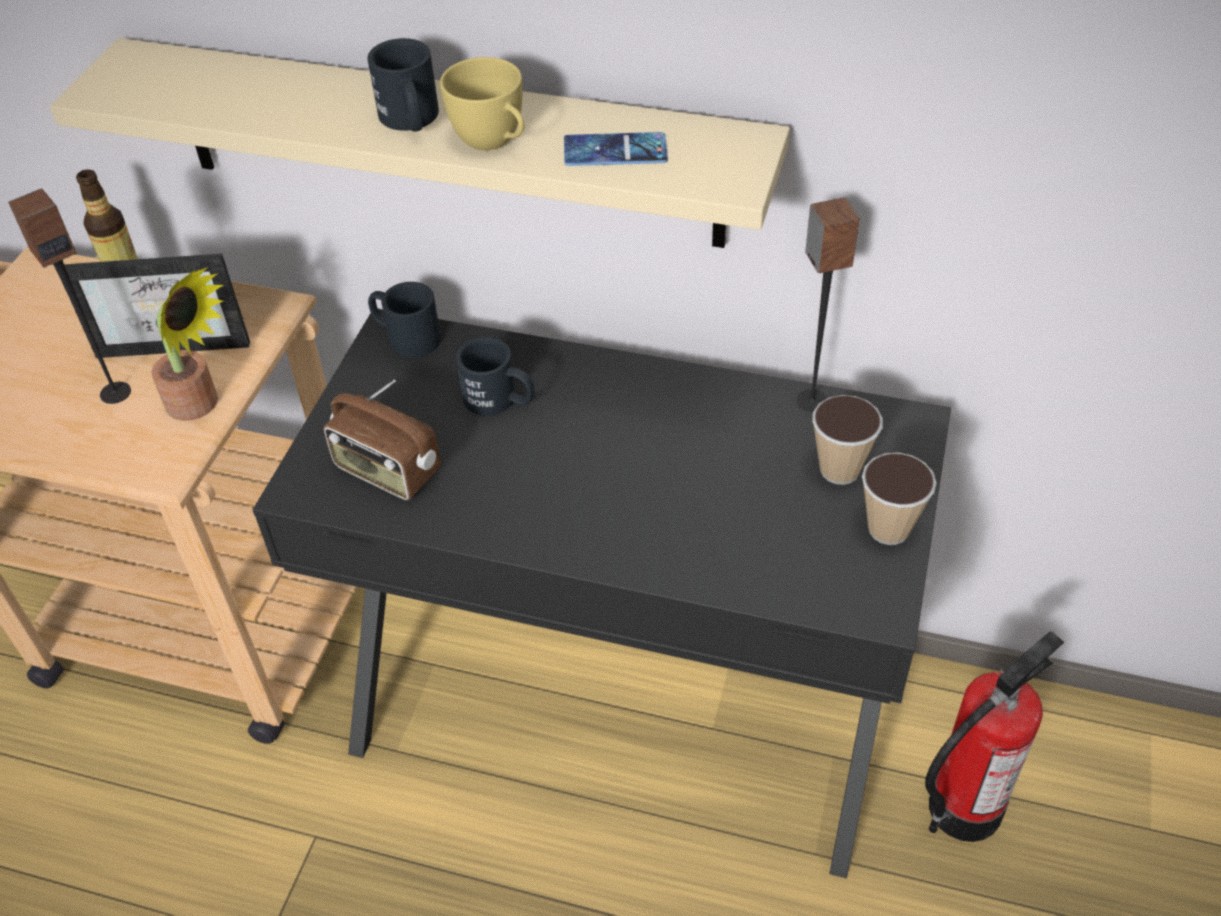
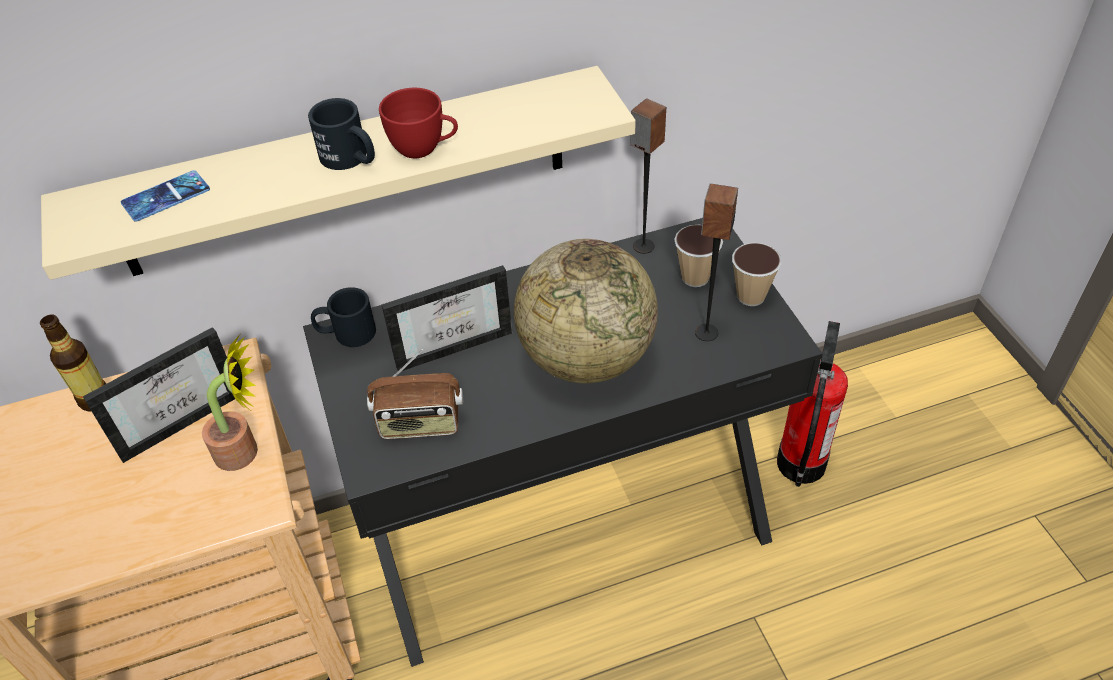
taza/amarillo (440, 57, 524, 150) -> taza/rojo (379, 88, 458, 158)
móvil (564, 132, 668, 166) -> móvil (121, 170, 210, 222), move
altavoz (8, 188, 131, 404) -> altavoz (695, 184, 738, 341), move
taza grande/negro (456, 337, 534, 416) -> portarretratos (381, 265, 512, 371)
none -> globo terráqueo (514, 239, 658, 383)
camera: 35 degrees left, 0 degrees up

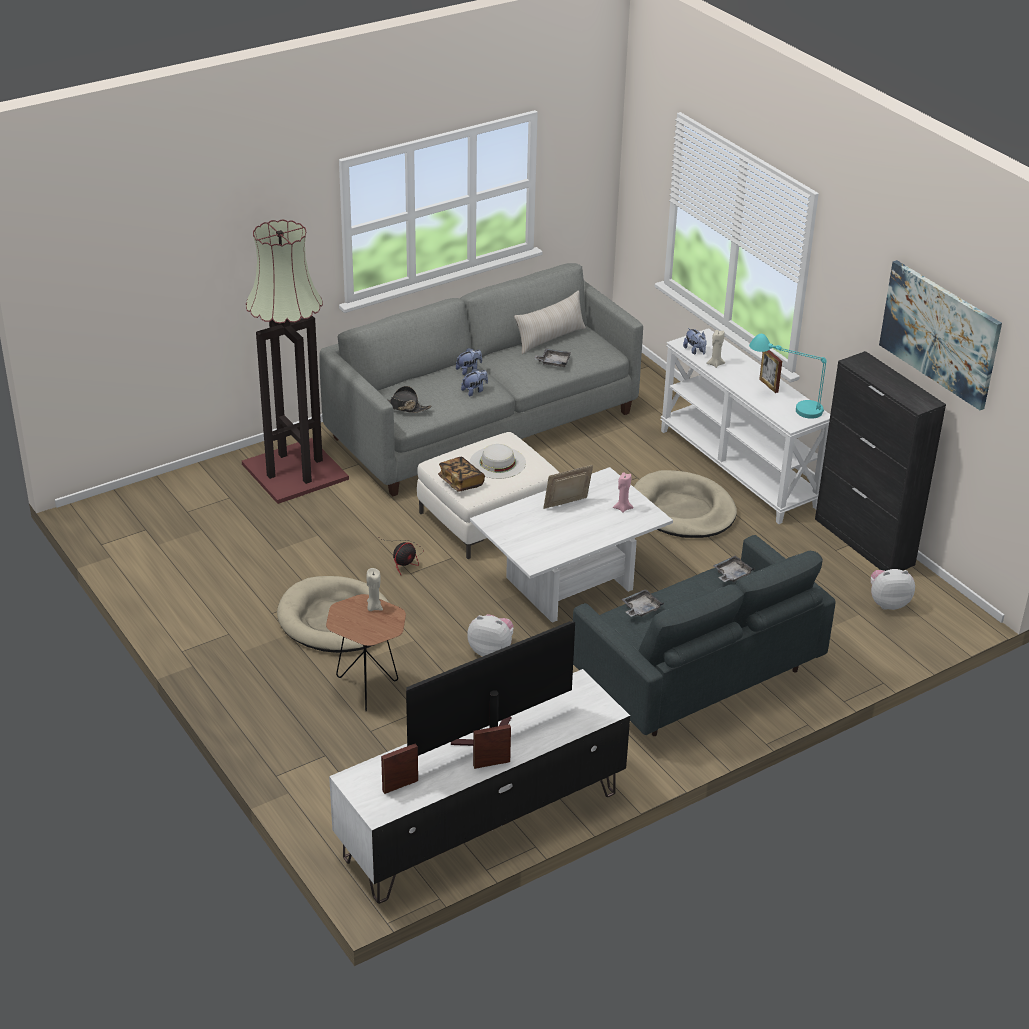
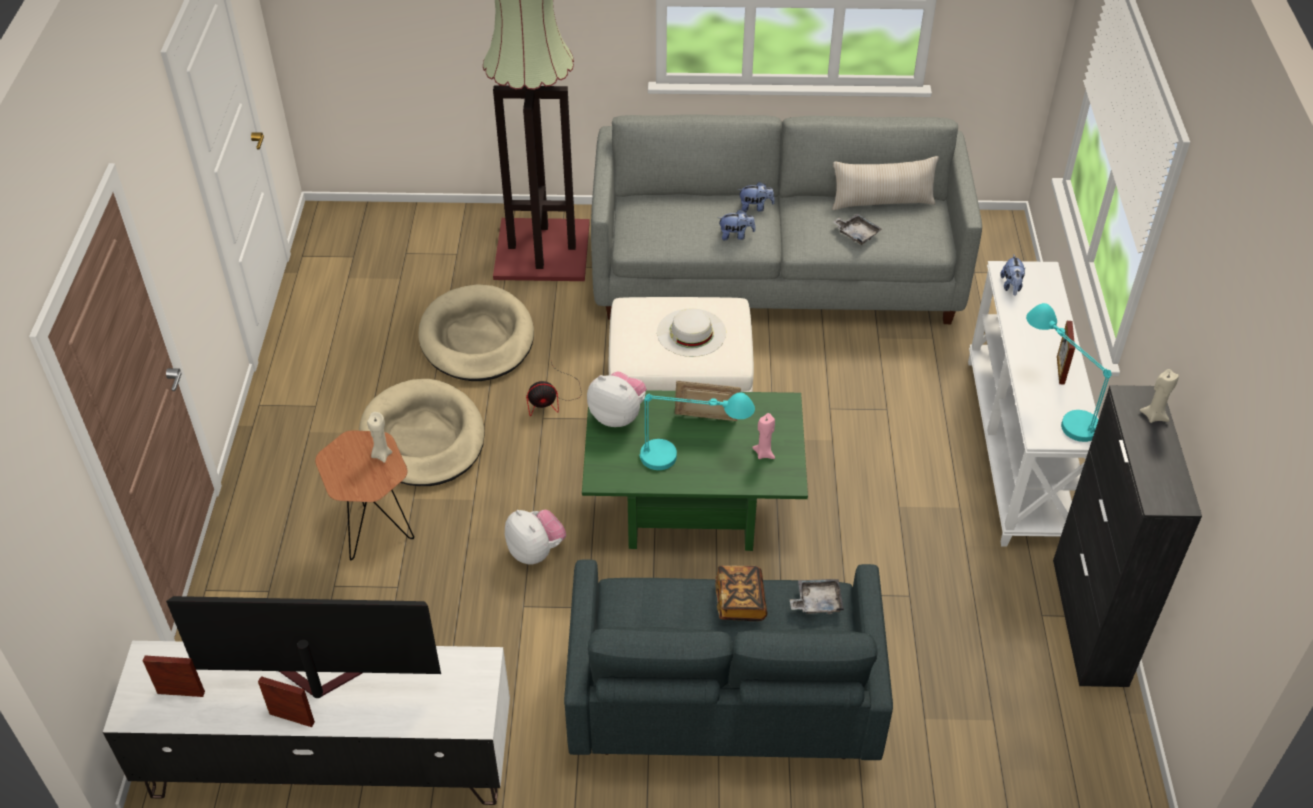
cuadro (879, 260, 1002, 410) -> none
vela/beis (706, 330, 725, 368) -> vela/beis (1140, 369, 1179, 423), move
sombrero/negro (388, 386, 431, 413) -> none
libro (438, 457, 485, 492) -> libro (715, 565, 767, 621), move
mesa de centro/blanco (470, 467, 673, 623) -> mesa de centro/verde (582, 390, 808, 551)
cama para perro/beis (634, 470, 737, 538) -> cama para perro/beis (418, 284, 534, 381), move
peluche (871, 569, 915, 610) -> peluche (587, 371, 647, 427), move
bandeja/gris (621, 589, 664, 617) -> none
none -> lámpara de mesa/turquesa (639, 392, 755, 470)
camera: 35 degrees right, 10 degrees up

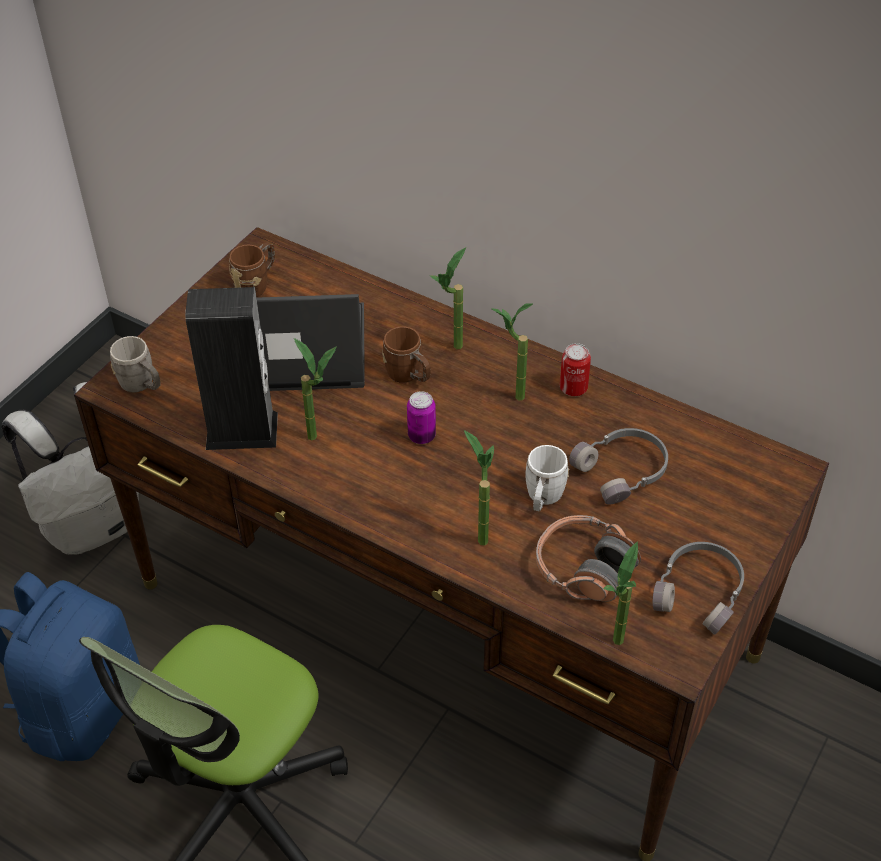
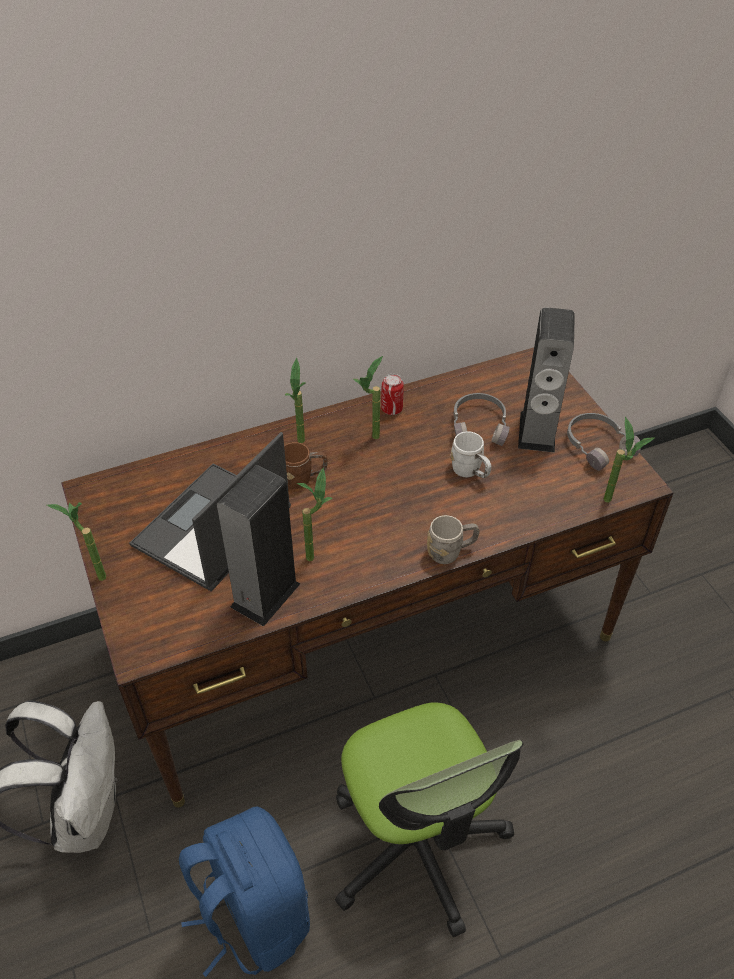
taza grande/marrón (229, 242, 275, 297) -> none
taza grande/gris (110, 336, 161, 393) -> taza grande/gris (427, 515, 479, 564), move
lata (407, 391, 436, 444) -> none
planta en maceta (464, 430, 494, 546) -> planta en maceta (47, 502, 106, 581), move
auriculares (536, 515, 641, 602) -> none
none -> altavoz (518, 308, 575, 453)
camera: 55 degrees left, 0 degrees up

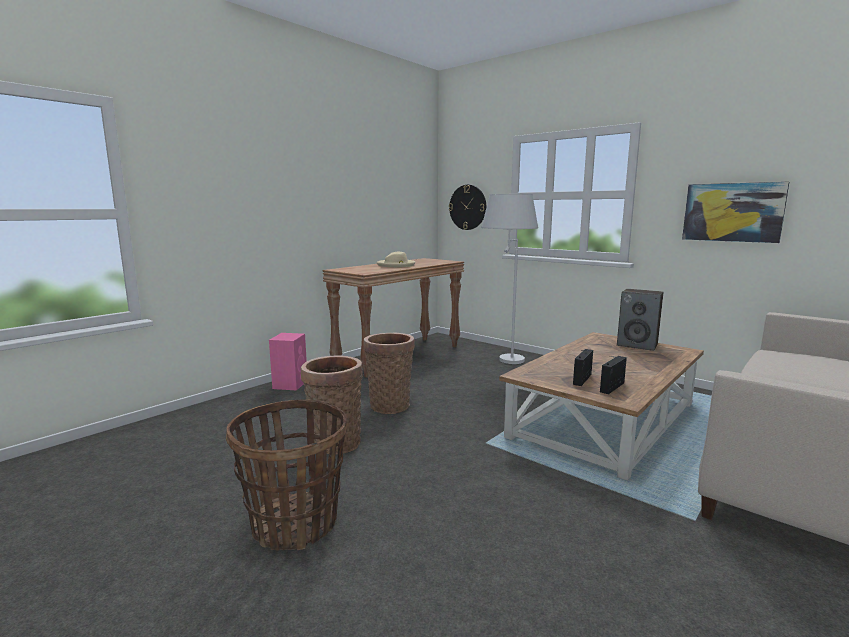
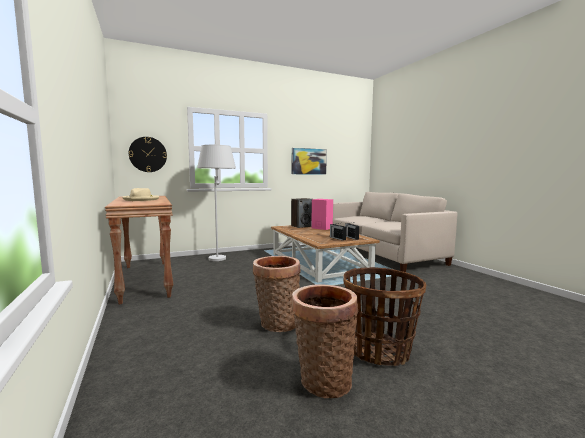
altavoz/rosa (269, 333, 307, 390) -> altavoz/rosa (311, 199, 333, 230), move
cesta (364, 333, 415, 414) -> cesta (292, 284, 358, 399), move
camera: 65 degrees left, 5 degrees down

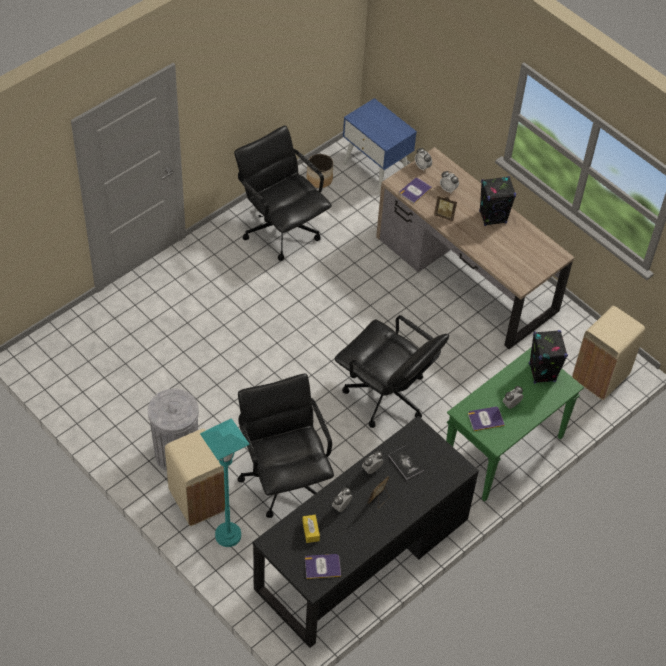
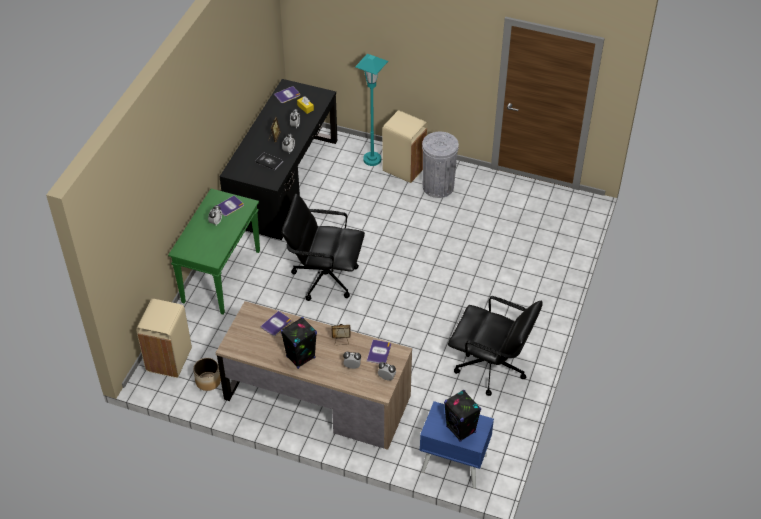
maceta (307, 154, 333, 188) -> maceta (193, 358, 221, 391), move
altavoz/negro (529, 330, 568, 384) -> altavoz/negro (444, 390, 481, 442), move
silla de oficina/negro (237, 373, 334, 518) -> none
none -> libro (260, 311, 291, 336)
camera: 155 degrees right, 5 degrees down

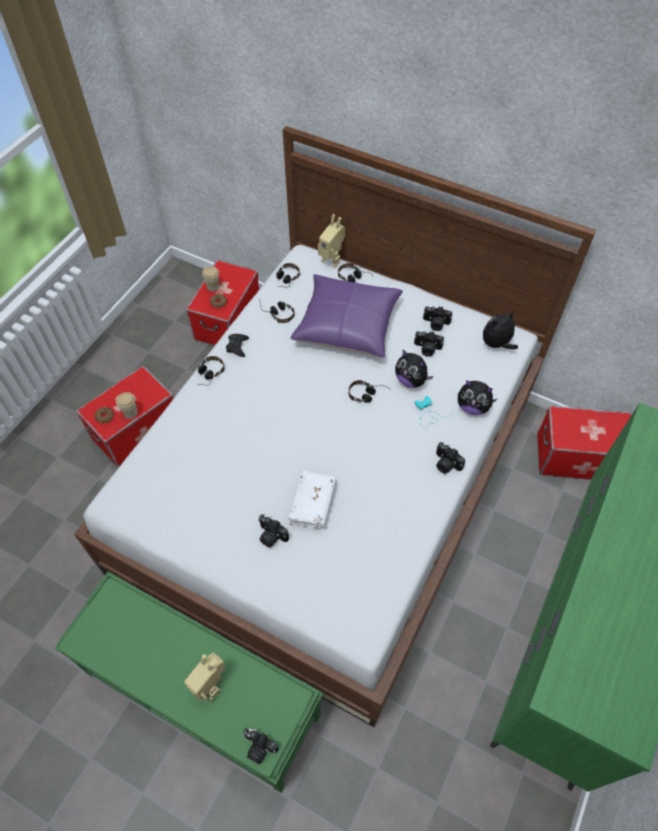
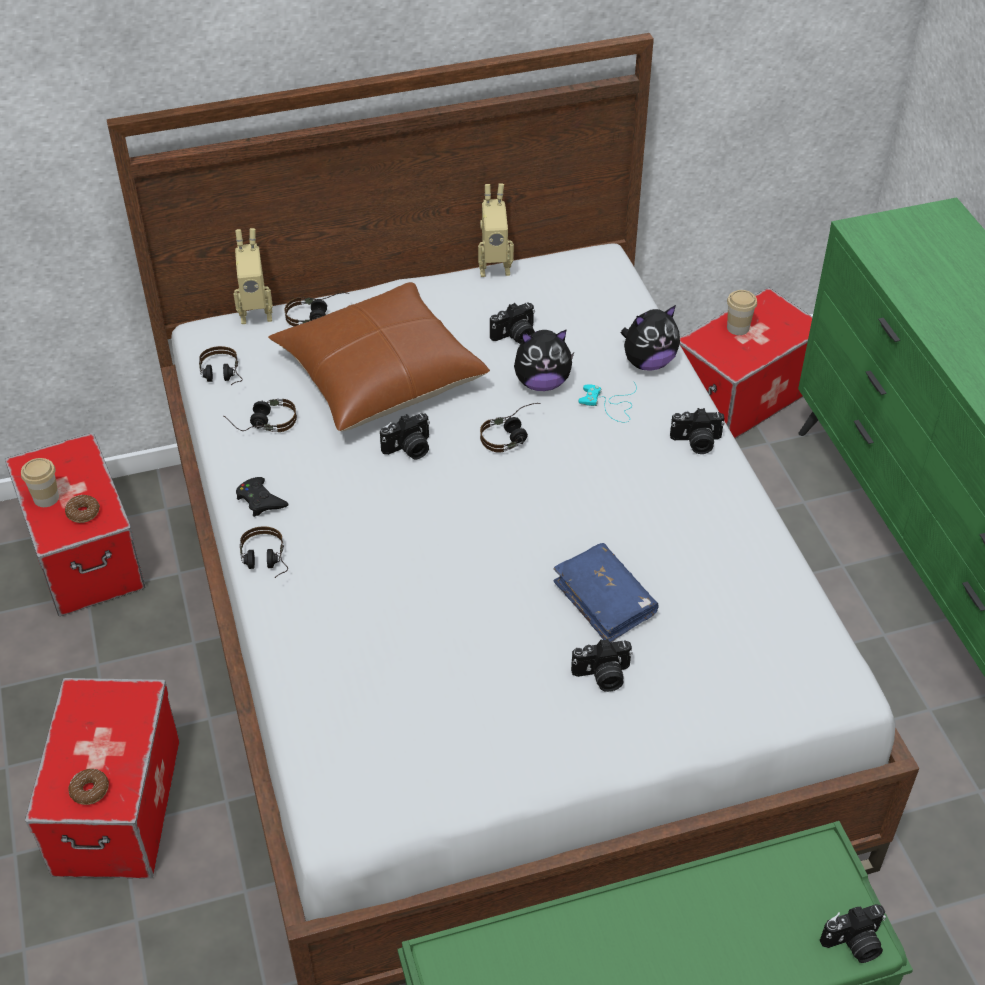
cojín/morado (290, 274, 403, 358) -> cojín/marrón (268, 282, 490, 431)
cámara (423, 306, 453, 331) -> cámara (380, 413, 430, 459), move
peluche (483, 311, 518, 349) -> none
taza (116, 392, 138, 419) -> taza (727, 290, 757, 335), move
libro/blanco (289, 471, 337, 529) -> libro/azul (554, 543, 659, 642)
robot de juguete (184, 652, 226, 702) -> robot de juguete (478, 183, 514, 277), move
camera: 45 degrees left, 10 degrees down

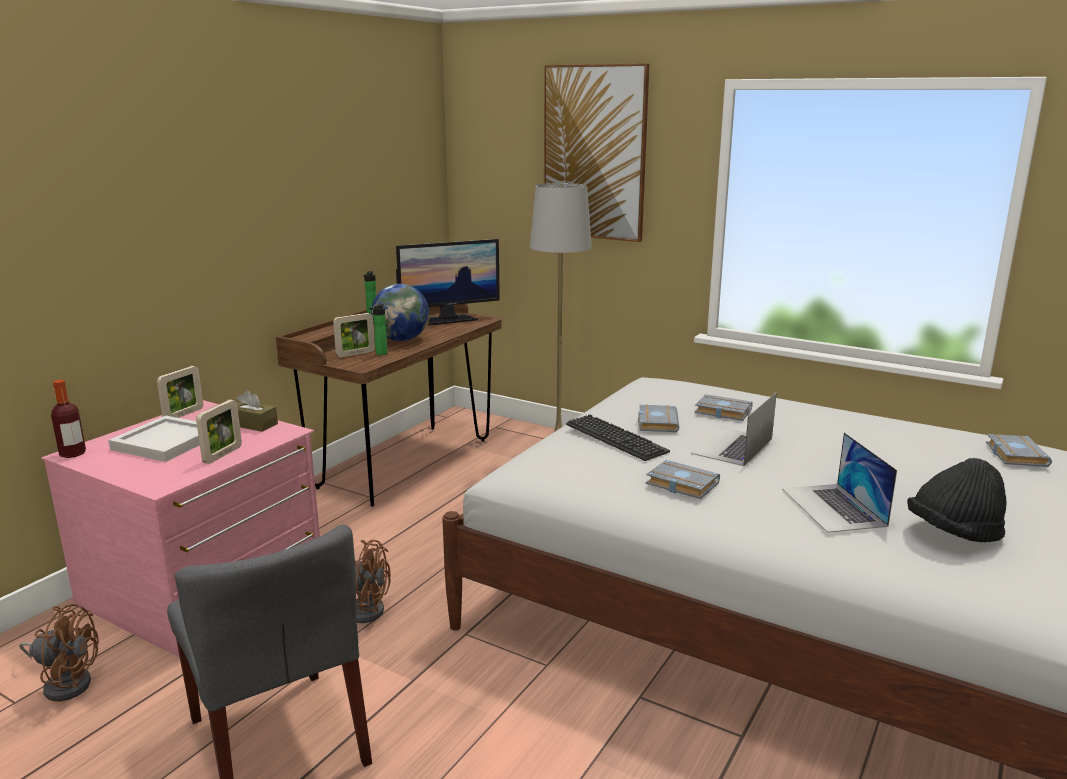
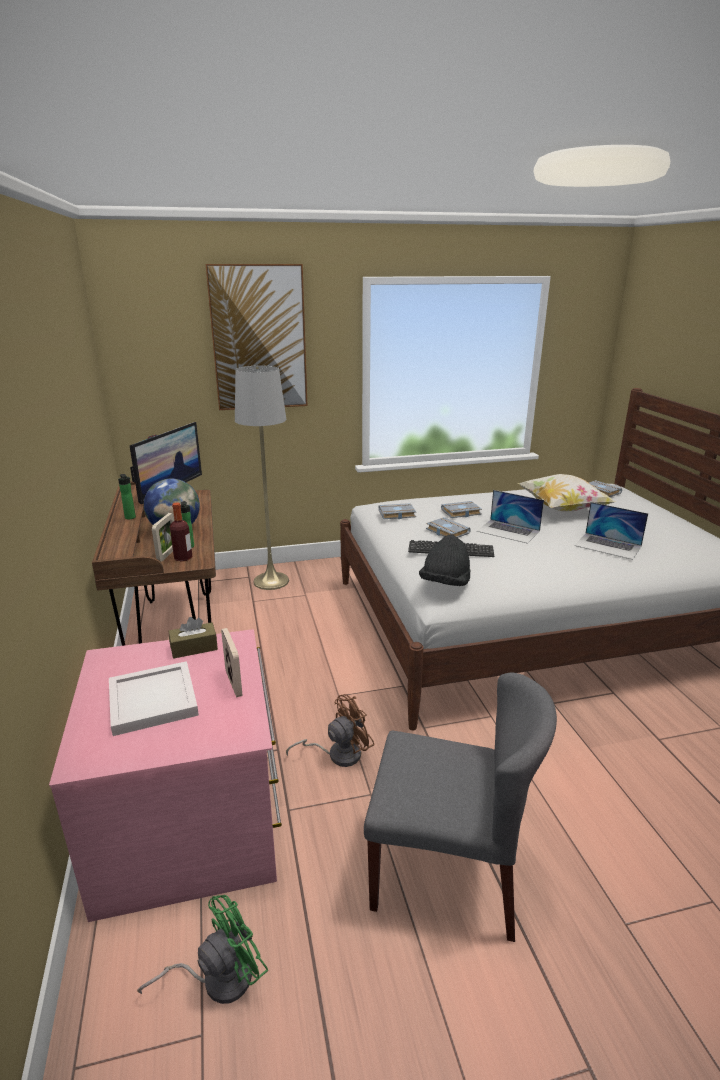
portarretratos (157, 366, 203, 418) -> none
botella (51, 380, 86, 458) -> botella (170, 503, 193, 561), move
portátil (691, 392, 777, 466) -> portátil (477, 490, 544, 544), 45 degrees counterclockwise
sombrero/negro (907, 458, 1006, 542) -> sombrero/negro (419, 535, 471, 586), move
libro/gris (646, 460, 720, 499) -> libro/gris (379, 503, 416, 519), move
ventilador/marrón (19, 604, 99, 701) -> ventilador/verde (137, 895, 268, 1004)
none -> cojín (518, 474, 616, 512)
camera: 45 degrees left, 5 degrees up

